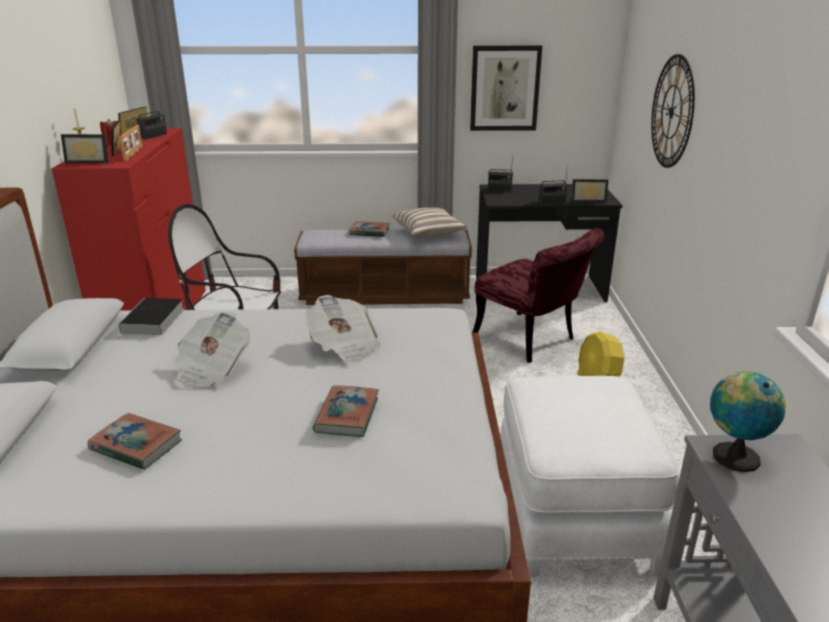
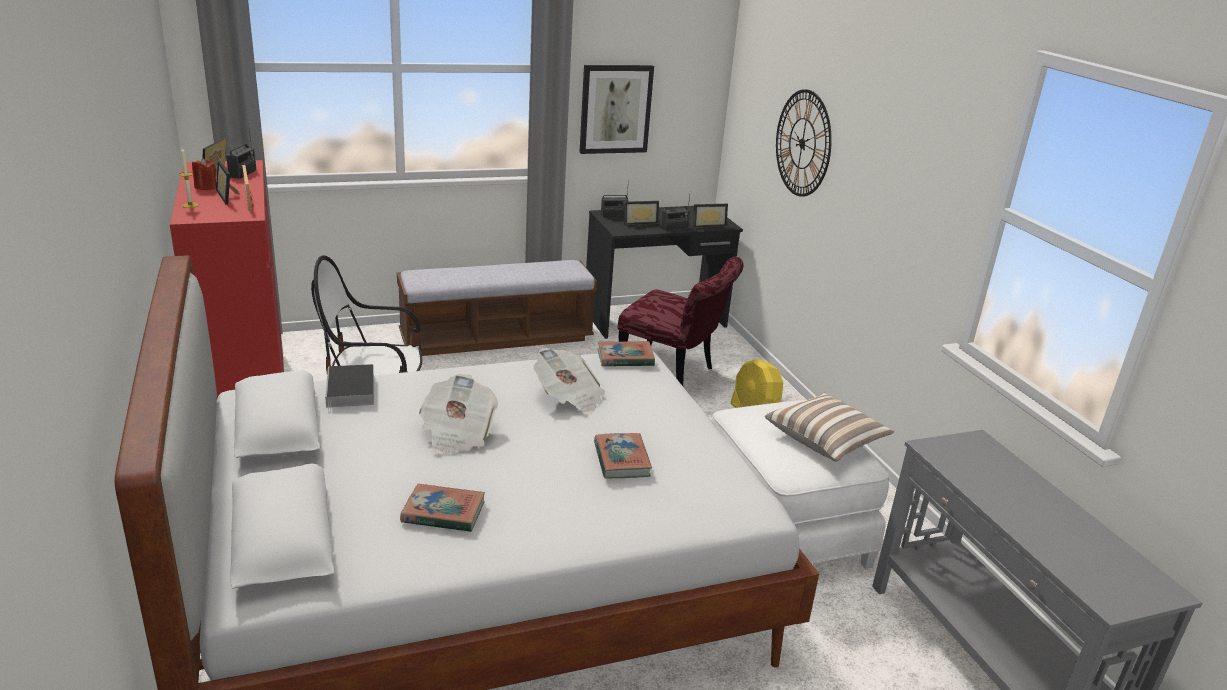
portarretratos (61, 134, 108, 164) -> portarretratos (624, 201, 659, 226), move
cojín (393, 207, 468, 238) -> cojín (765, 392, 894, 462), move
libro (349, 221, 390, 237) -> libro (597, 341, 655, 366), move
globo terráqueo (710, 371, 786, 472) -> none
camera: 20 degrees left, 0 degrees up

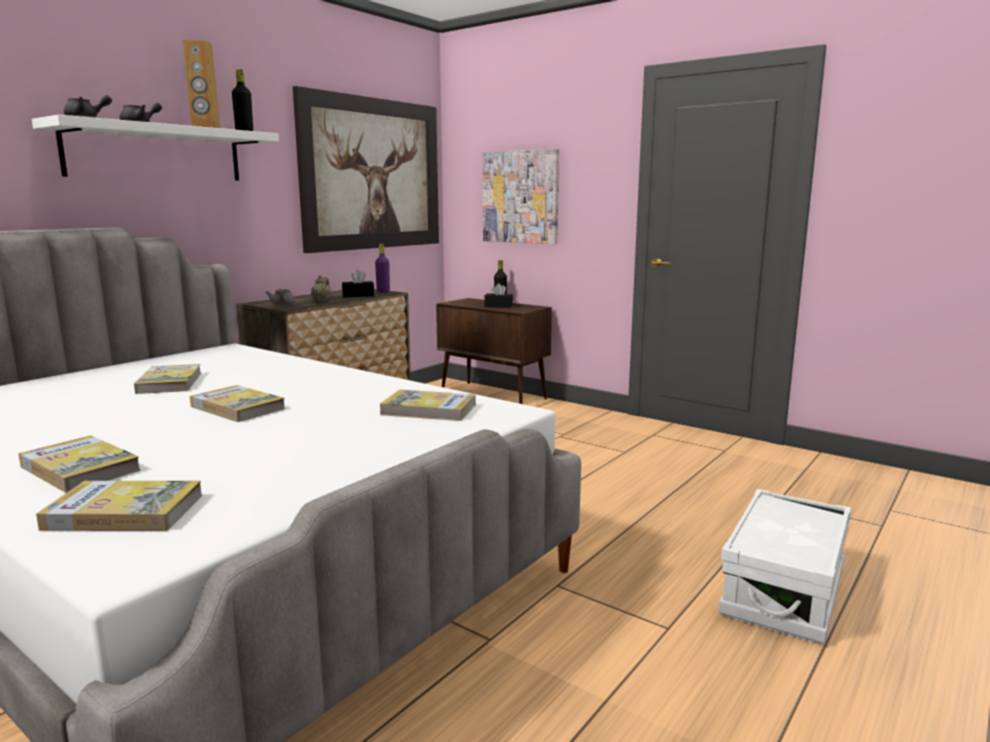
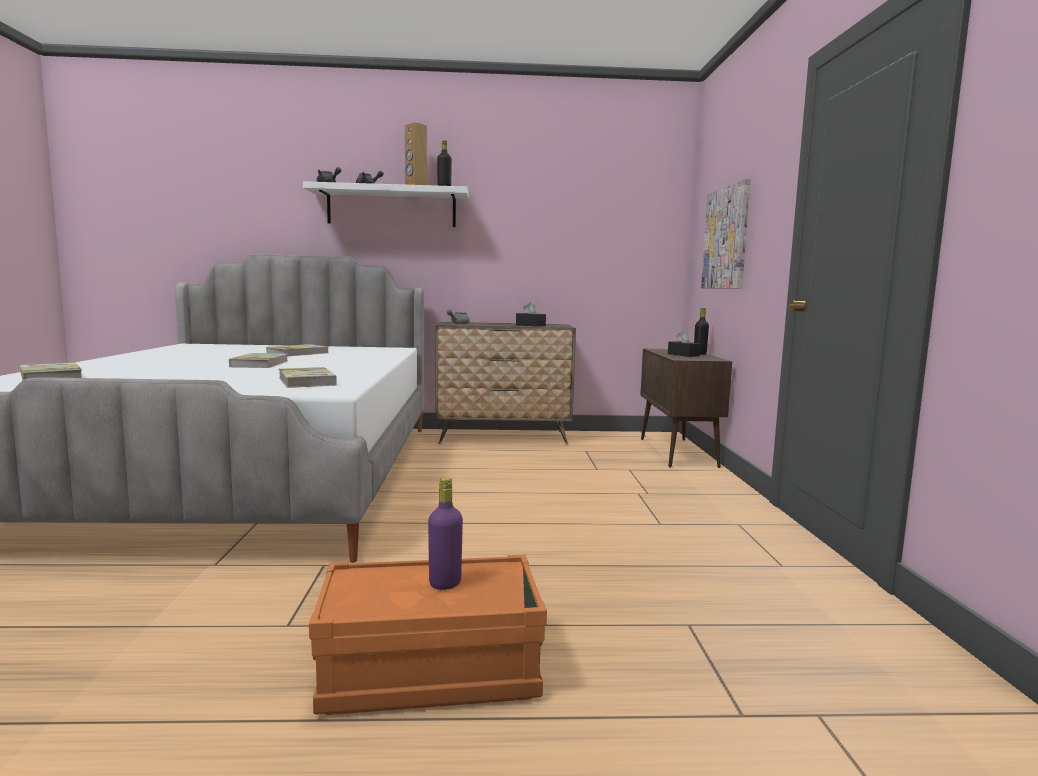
cuadro (293, 86, 439, 253) -> none
botella/morado (375, 244, 390, 292) -> botella/morado (428, 477, 463, 590), move
tetera/beis (311, 275, 332, 302) -> none
libro (18, 435, 140, 493) -> none
caja de almacenaje/blanco (719, 489, 851, 644) -> caja de almacenaje/naranja (309, 555, 547, 715)
camera: 50 degrees right, 5 degrees down

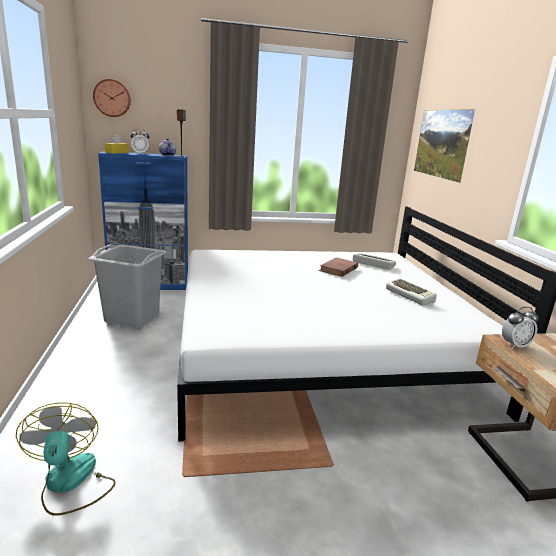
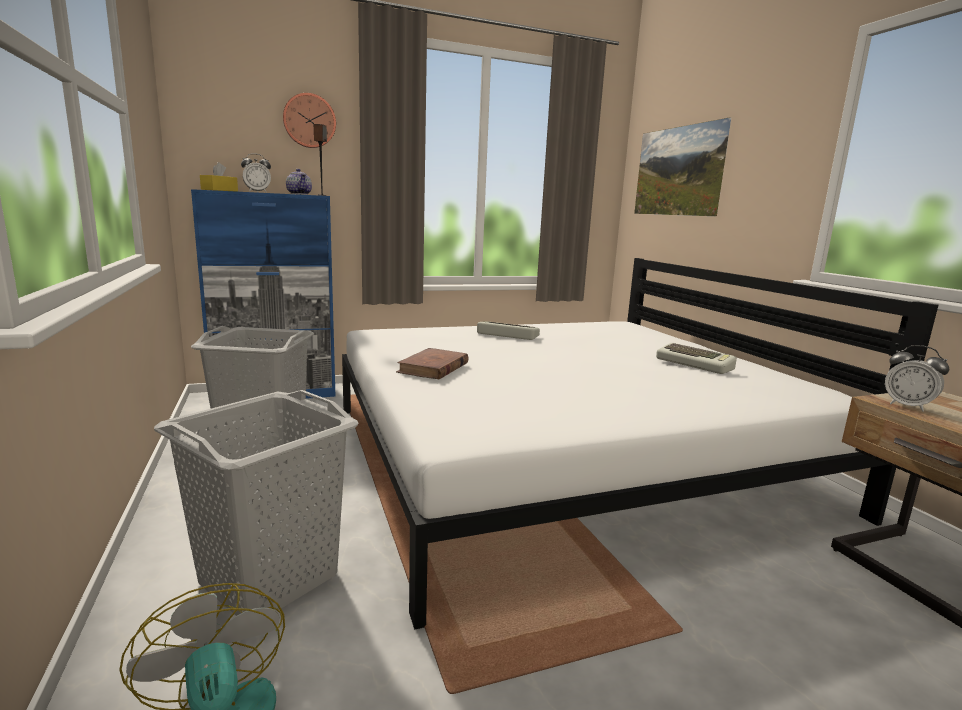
reloj de pared (93, 79, 131, 117) -> reloj de pared (283, 93, 336, 148), move
teclado (352, 253, 396, 270) -> teclado (477, 321, 540, 340), move
libro/marrón (319, 258, 358, 277) -> libro/marrón (396, 348, 469, 379), move
despertador (502, 307, 539, 349) -> despertador (885, 345, 949, 412), 75 degrees clockwise
none -> cesto de la ropa/gris (154, 390, 359, 616)
camera: 10 degrees left, 5 degrees down

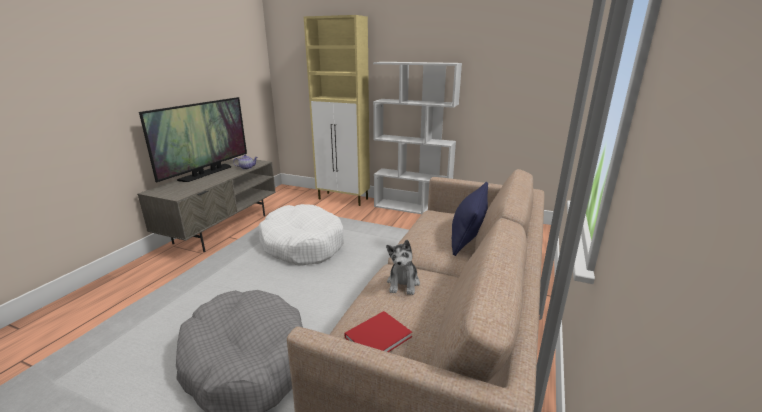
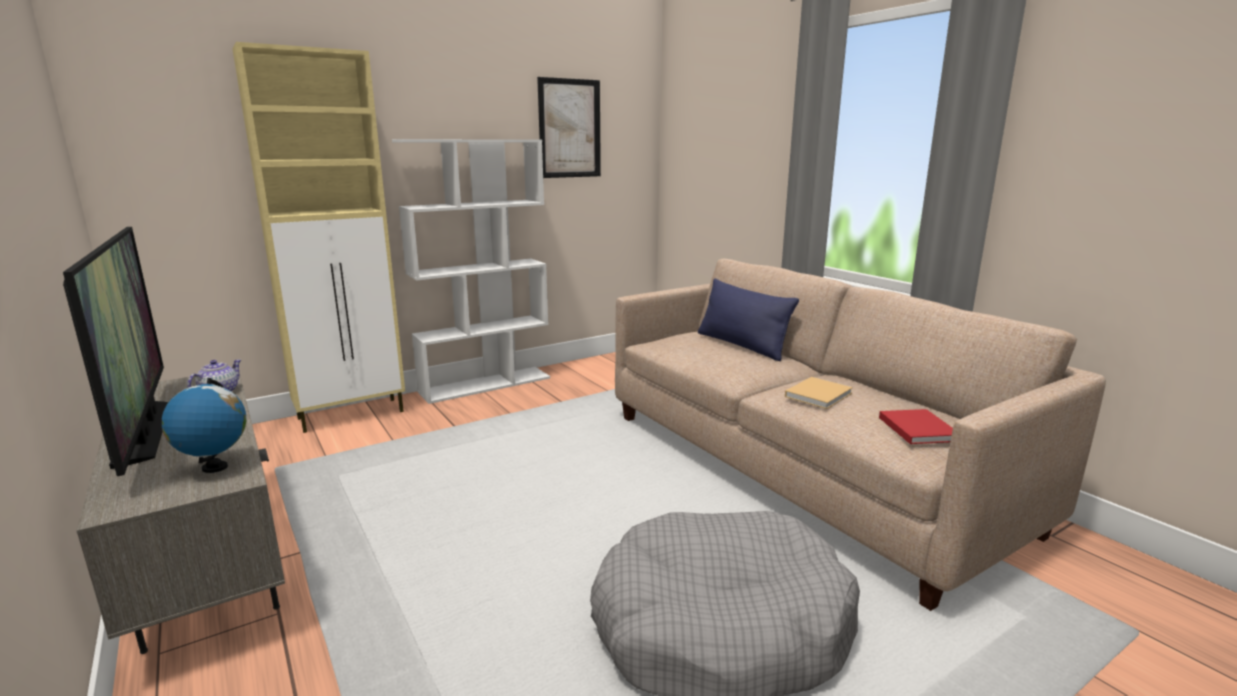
cama para perro/blanco (259, 204, 343, 266) -> none
peluche (386, 240, 420, 295) -> libro/beis (785, 377, 853, 409)
none -> cuadro (537, 77, 601, 178)
none -> globo terráqueo (161, 378, 246, 473)
camera: 55 degrees left, 5 degrees down

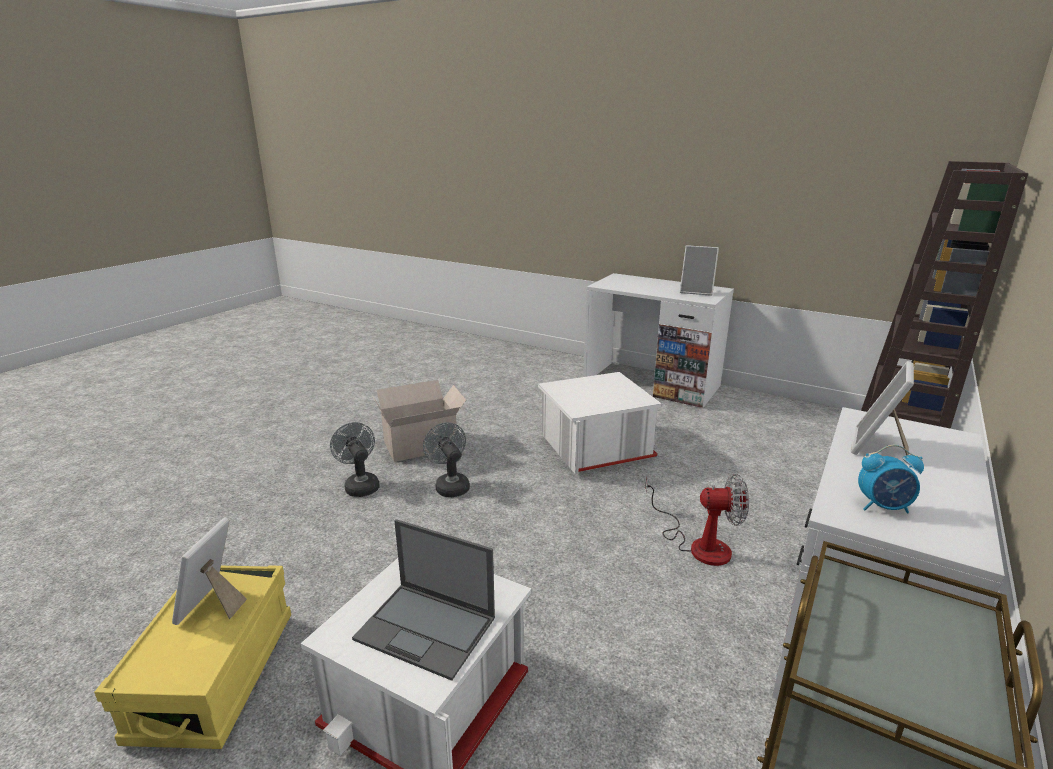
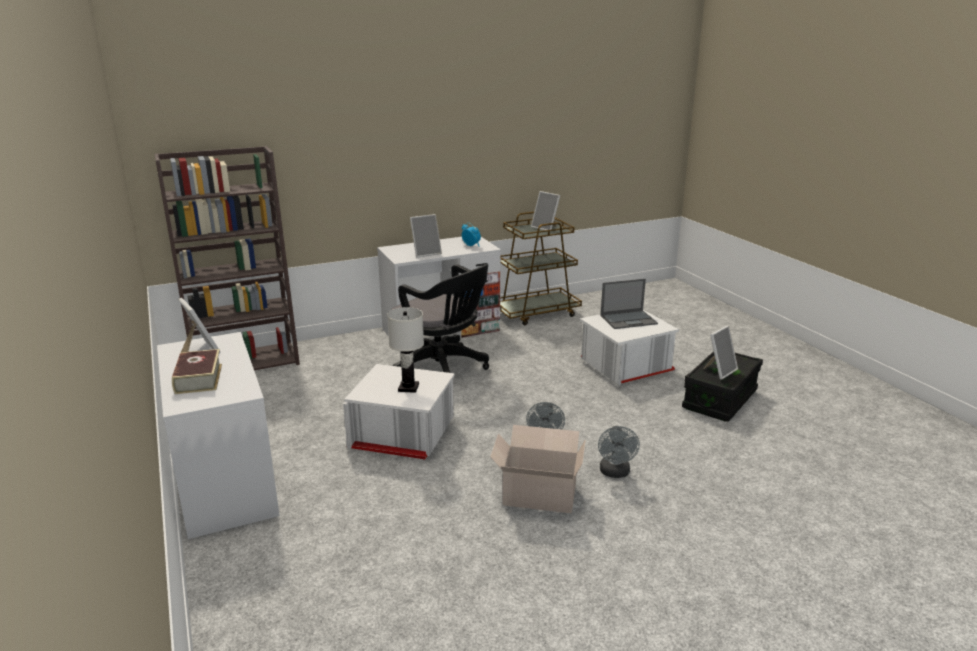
ventilador (645, 474, 749, 566) -> silla de oficina/negro (391, 264, 489, 373)
portátil (352, 519, 495, 681) -> portátil (601, 279, 658, 329), 105 degrees clockwise
caja de almacenaje/amarillo (94, 566, 291, 749) -> caja de almacenaje/negro (682, 351, 763, 422)
none -> portarretratos (531, 191, 560, 232)
none -> lámpara de mesa/blanco (387, 307, 424, 393)
none -> libro (172, 349, 222, 394)
camera: 145 degrees left, 0 degrees up

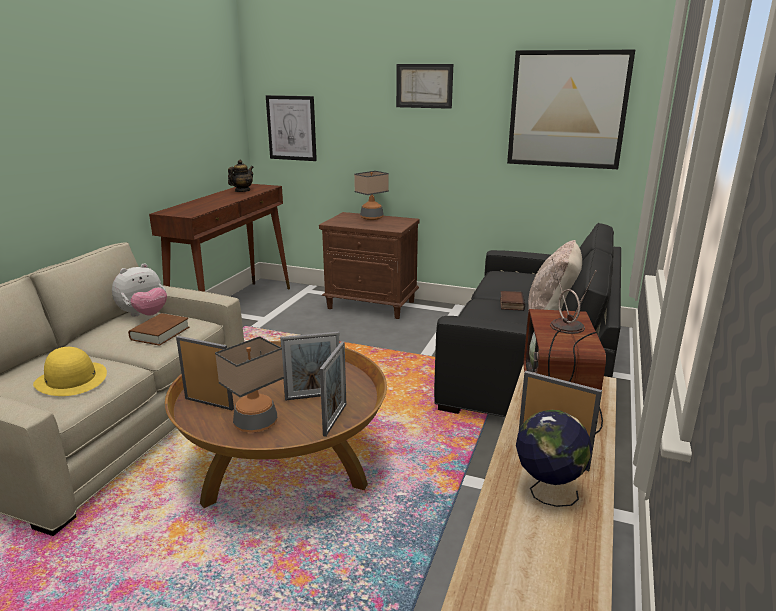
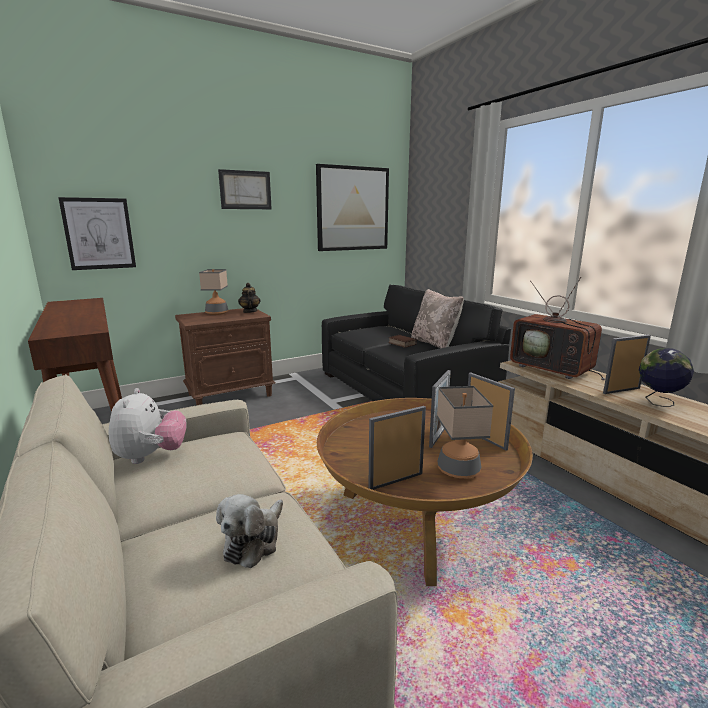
tetera (228, 160, 254, 192) -> tetera (238, 283, 261, 313), move
libro/marrón (128, 313, 189, 346) -> none
sombrero/amarillo (33, 347, 107, 396) -> peluche (216, 494, 283, 568)
camera: 50 degrees left, 5 degrees down

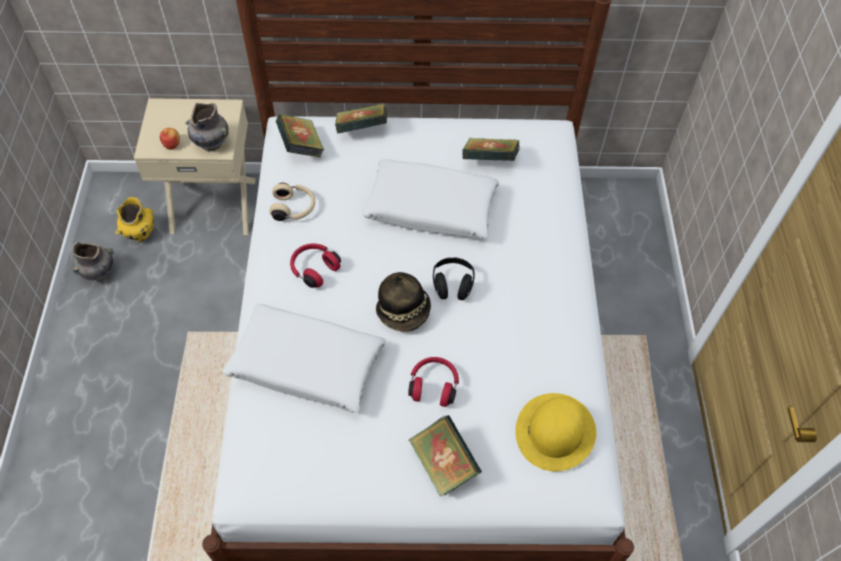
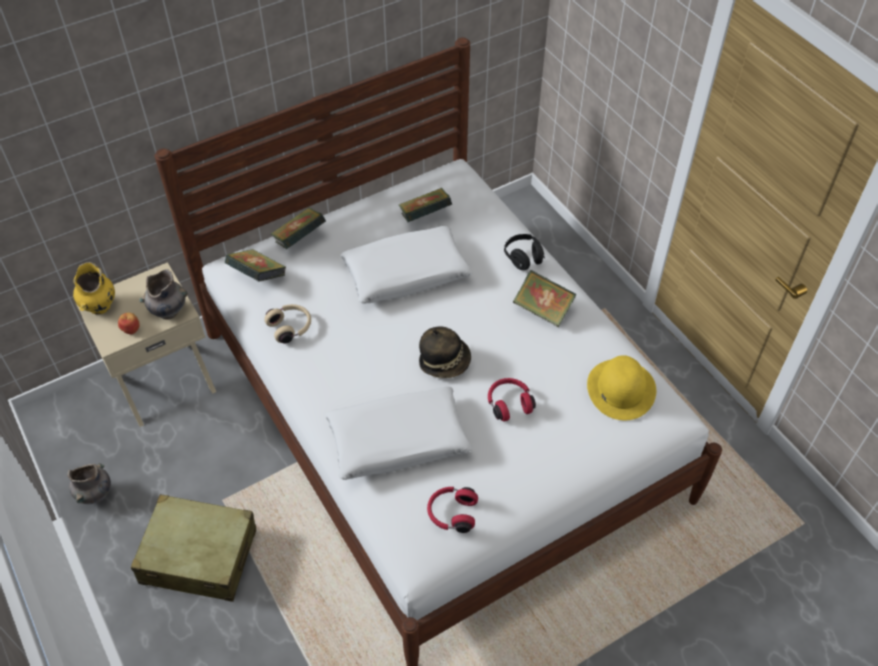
florero/amarillo (115, 196, 154, 241) -> florero/amarillo (73, 262, 115, 314), move
auriculares/rojo (290, 244, 341, 288) -> auriculares/rojo (427, 487, 478, 533), move
auriculares/negro (433, 257, 475, 301) -> auriculares/negro (504, 234, 545, 270), move
libro (409, 415, 482, 497) -> libro (513, 270, 576, 327), move
none -> maleta/beis (131, 494, 256, 602)
camera: 30 degrees left, 5 degrees down

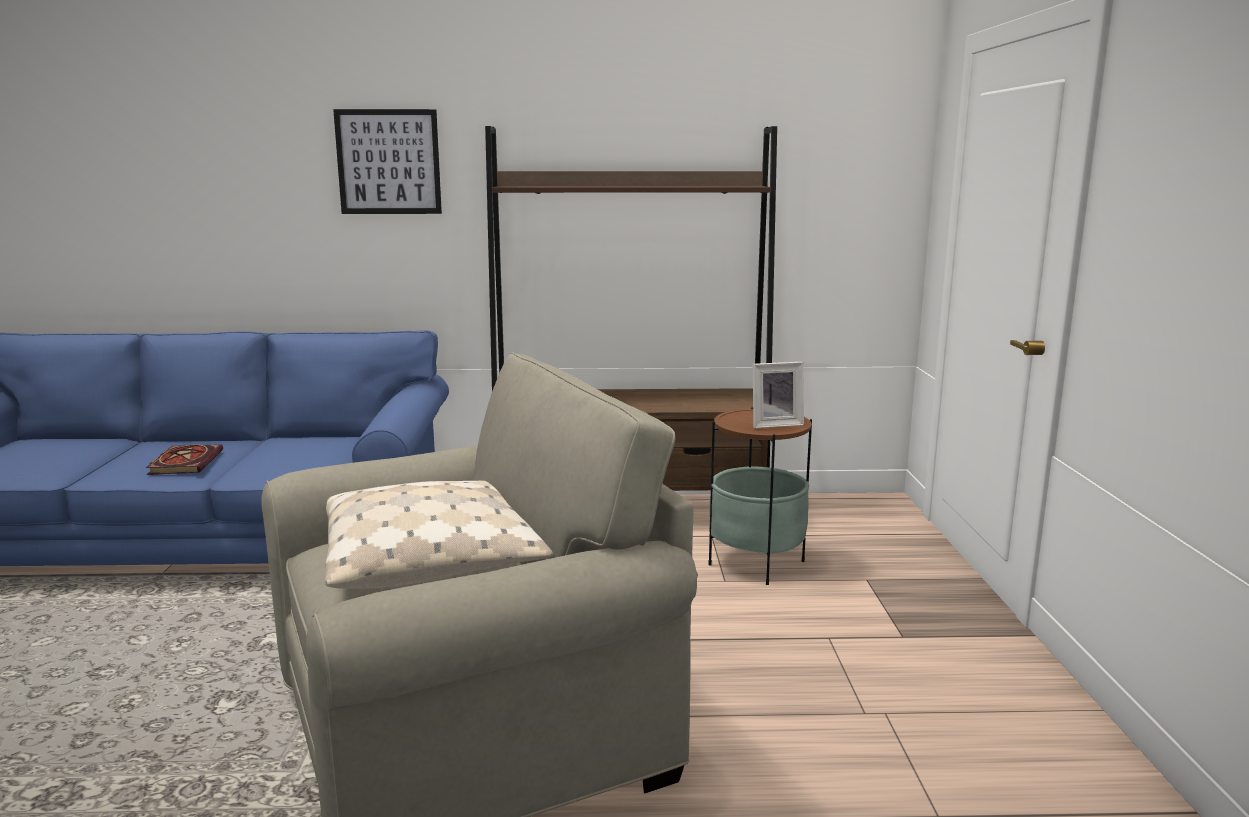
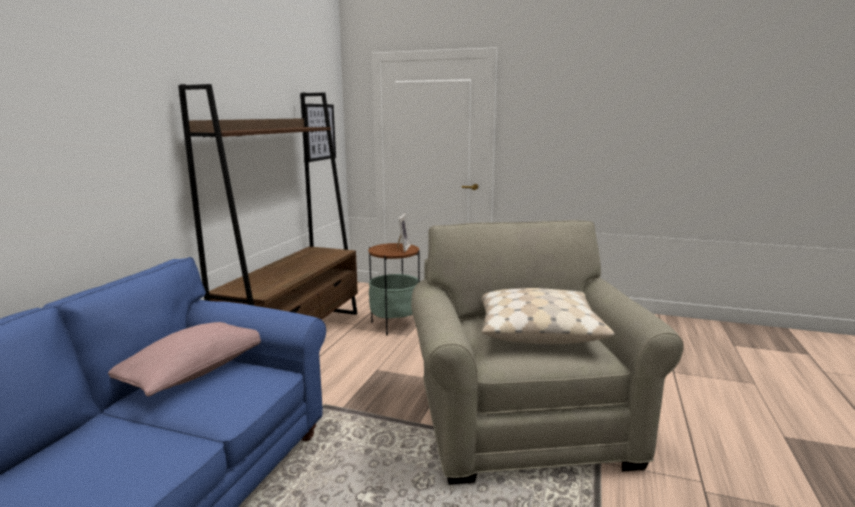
cuadro (333, 109, 442, 214) -> cuadro (305, 104, 336, 162), move
libro (146, 444, 223, 475) -> none
none -> cojín/rosa (108, 322, 261, 397)
camera: 70 degrees left, 0 degrees up

